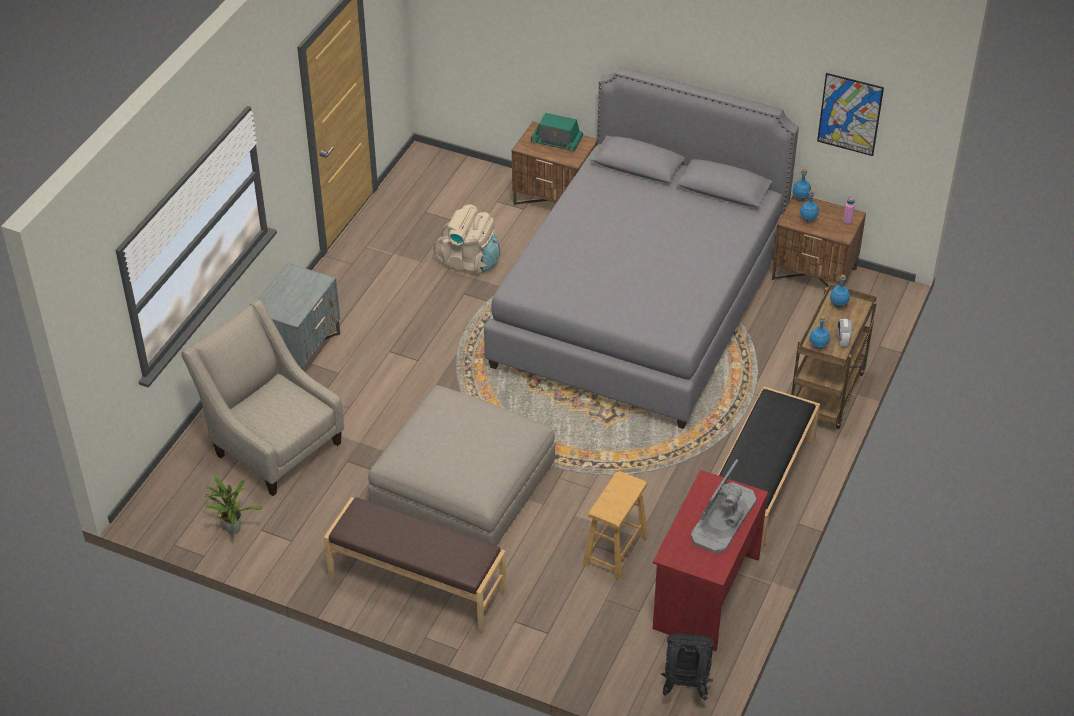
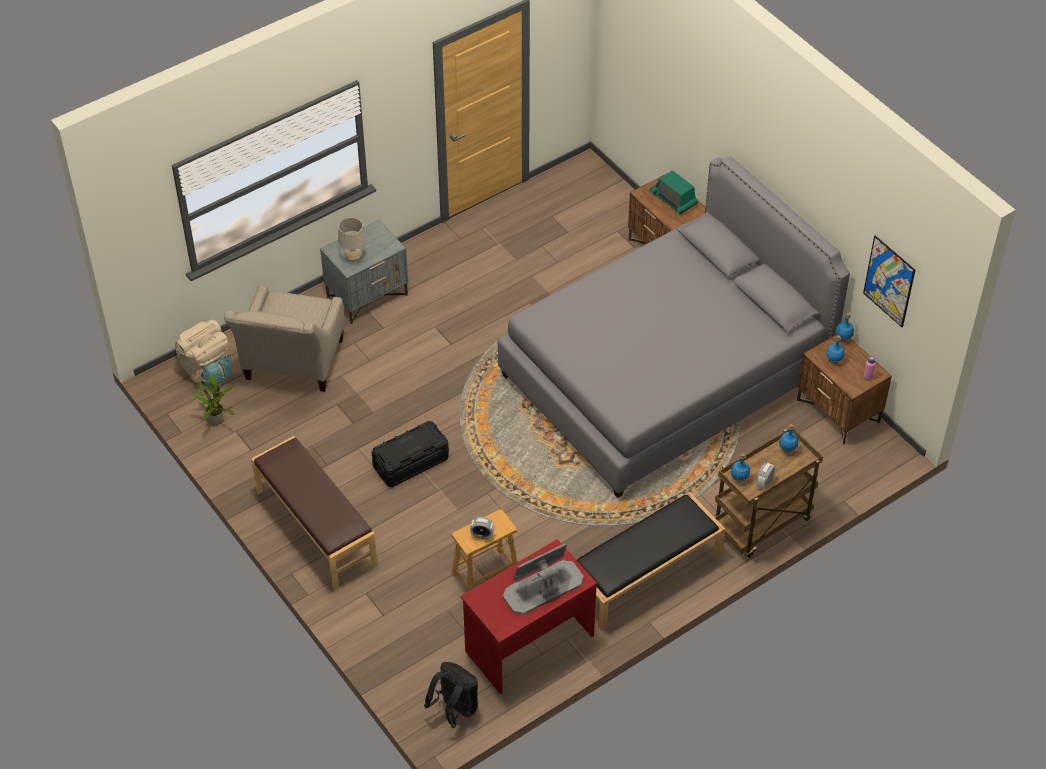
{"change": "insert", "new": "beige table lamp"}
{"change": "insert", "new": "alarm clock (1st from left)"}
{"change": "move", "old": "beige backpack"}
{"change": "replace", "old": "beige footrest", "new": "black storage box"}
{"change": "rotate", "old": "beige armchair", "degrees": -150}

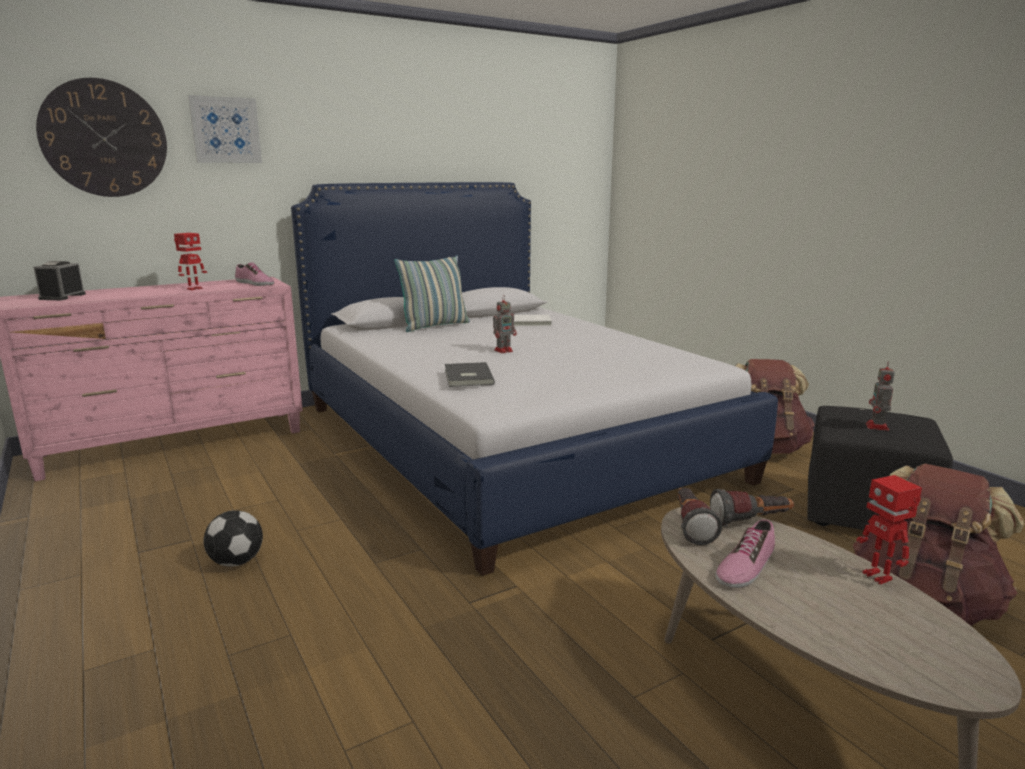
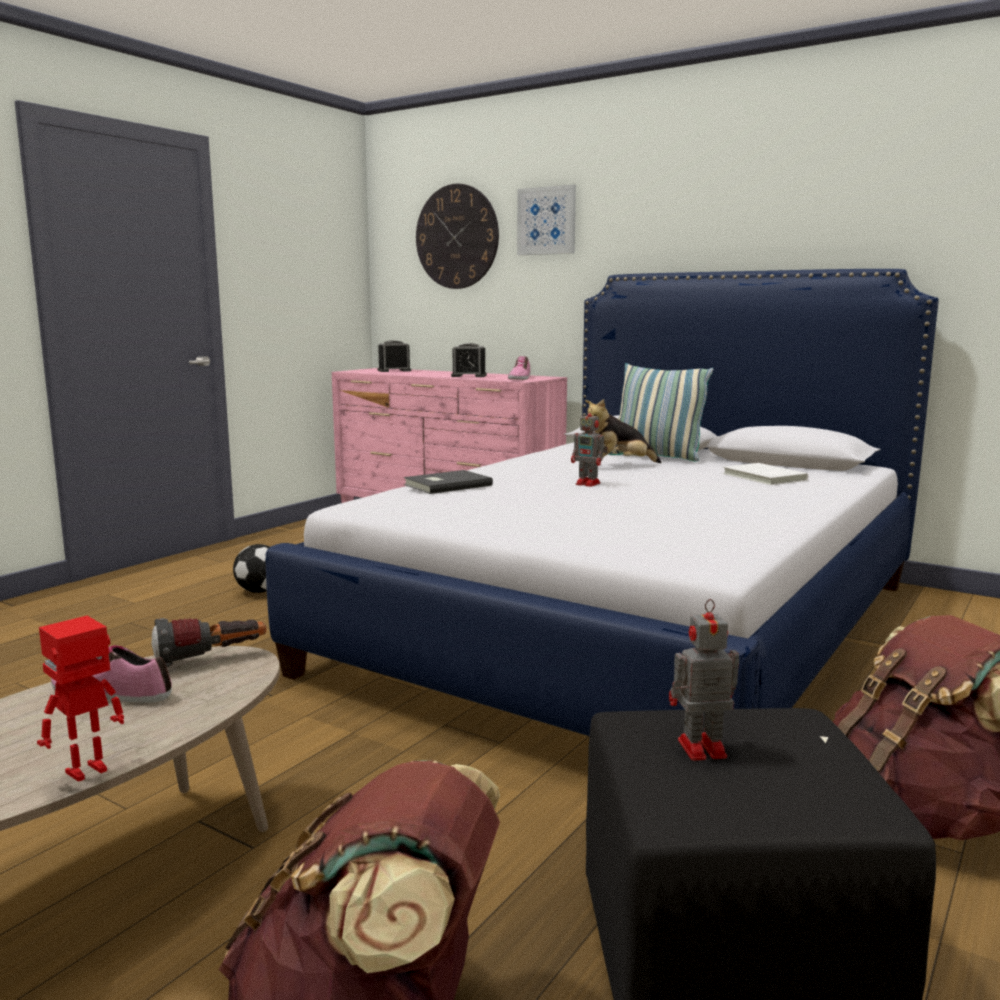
{"change": "delete", "old": "flashlight (2nd from left)"}
{"change": "insert", "new": "soft toy"}
{"change": "replace", "old": "toy robot (1st from left)", "new": "alarm clock (2nd from left)"}

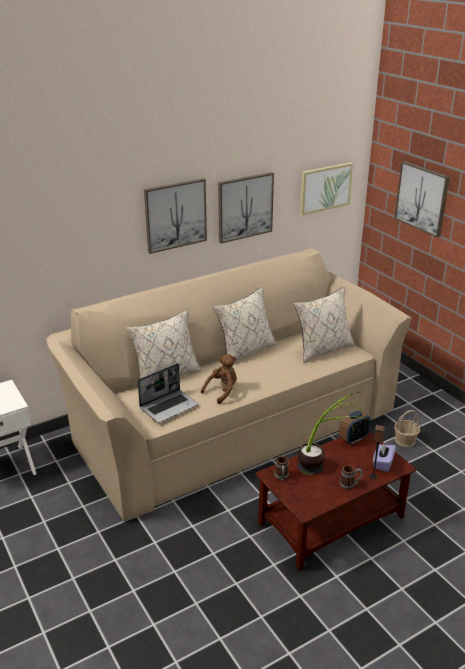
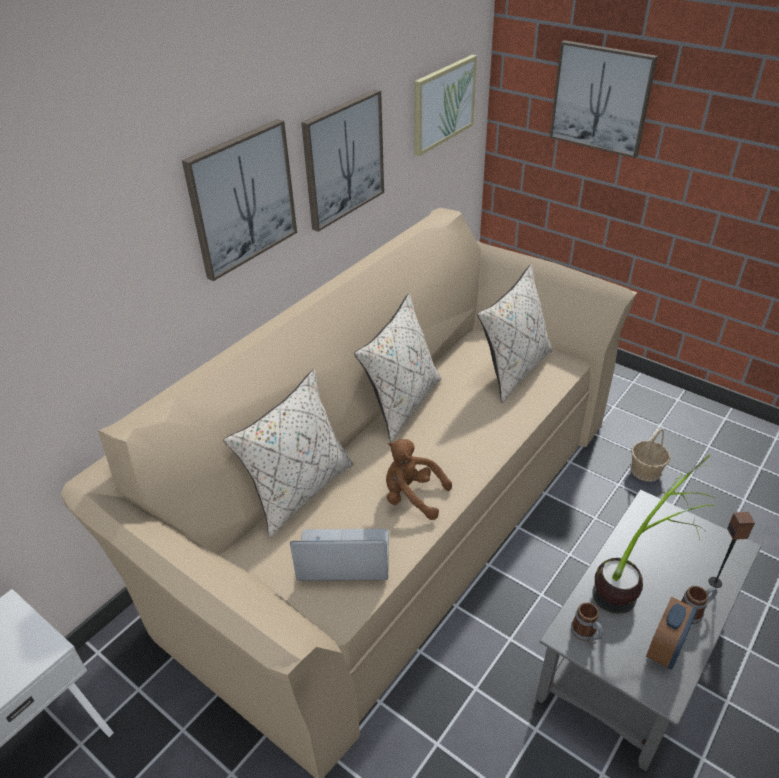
{"change": "delete", "old": "purple box of tissues"}
{"change": "move", "old": "alarm clock"}
{"change": "recolor", "old": "brownish coffee table", "new": "grey coffee table"}
{"change": "rotate", "old": "notebook computer", "degrees": -120}
{"change": "rotate", "old": "brownish soft toy", "degrees": -90}

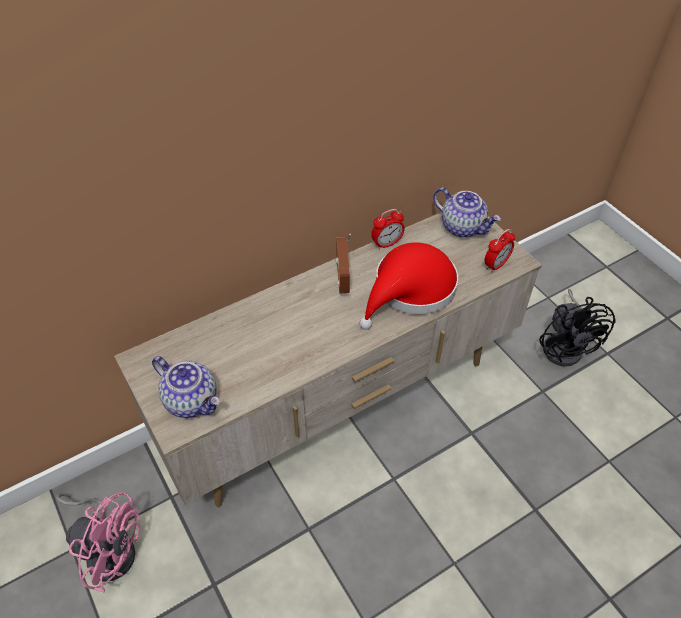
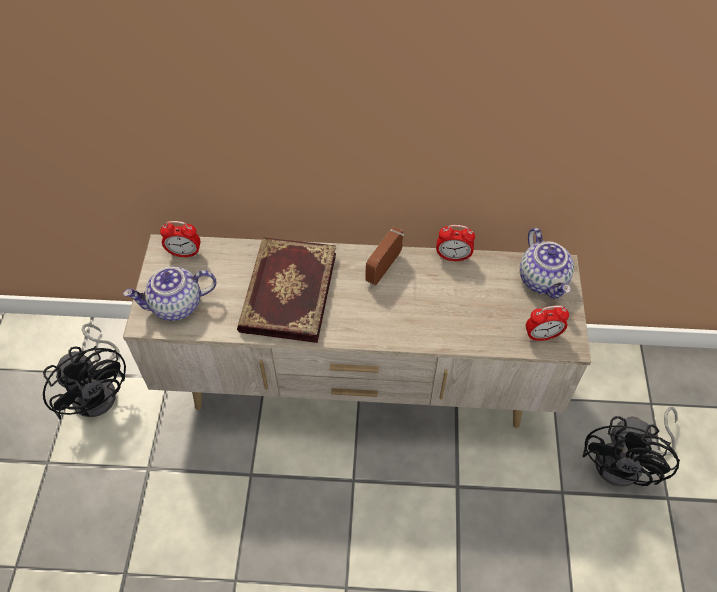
{"change": "delete", "old": "red clothing hat"}
{"change": "insert", "new": "alarm clock (1st from left)"}
{"change": "insert", "new": "bound book"}
{"change": "recolor", "old": "pink-coloured cooling fan", "new": "black cooling fan (1st from left)"}
{"change": "rotate", "old": "pot for tea (1st from left)", "degrees": 90}

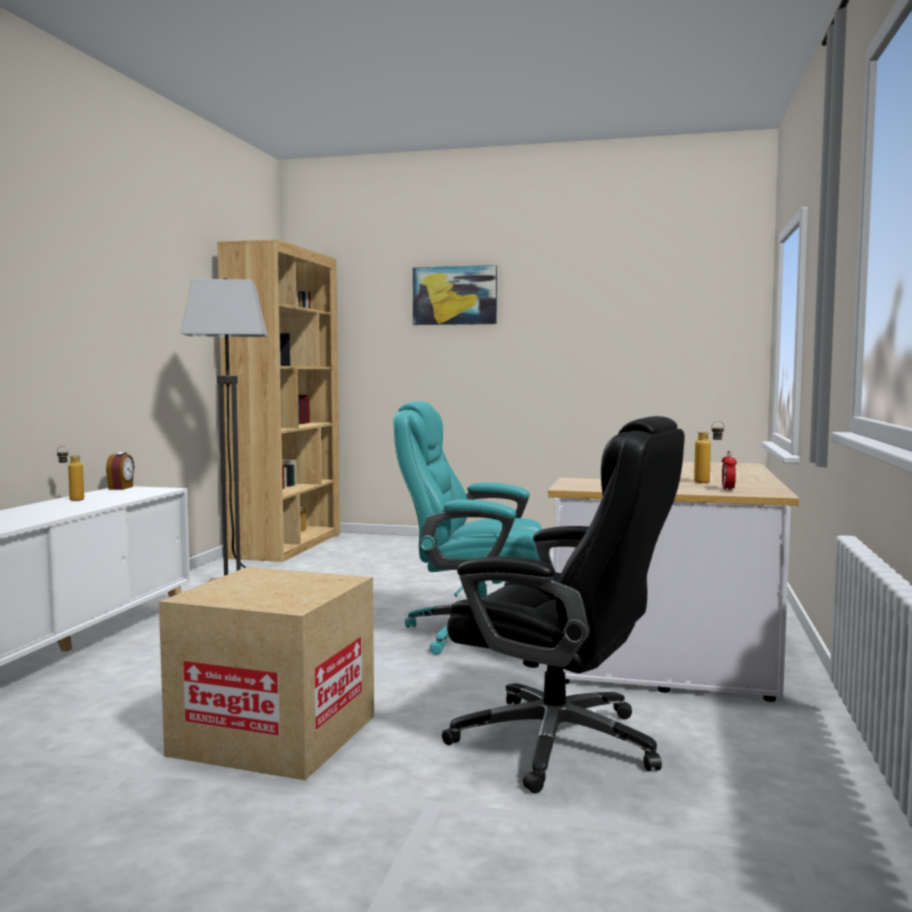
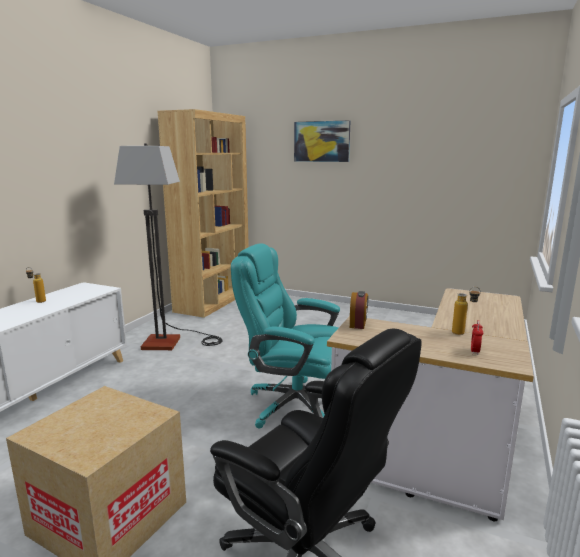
{"change": "move", "old": "alarm clock (1st from left)"}

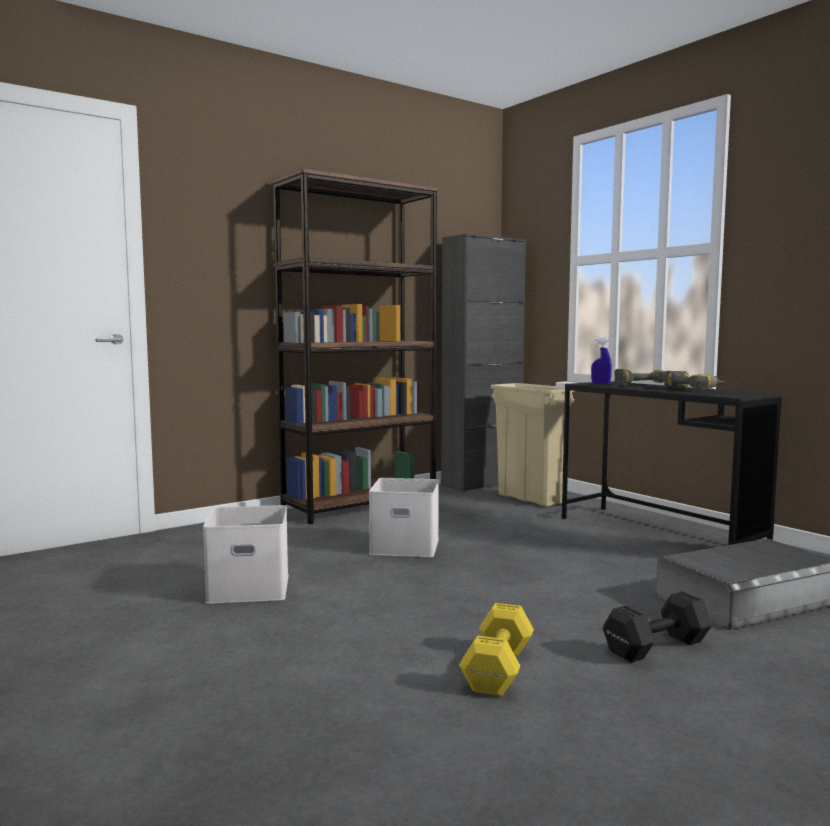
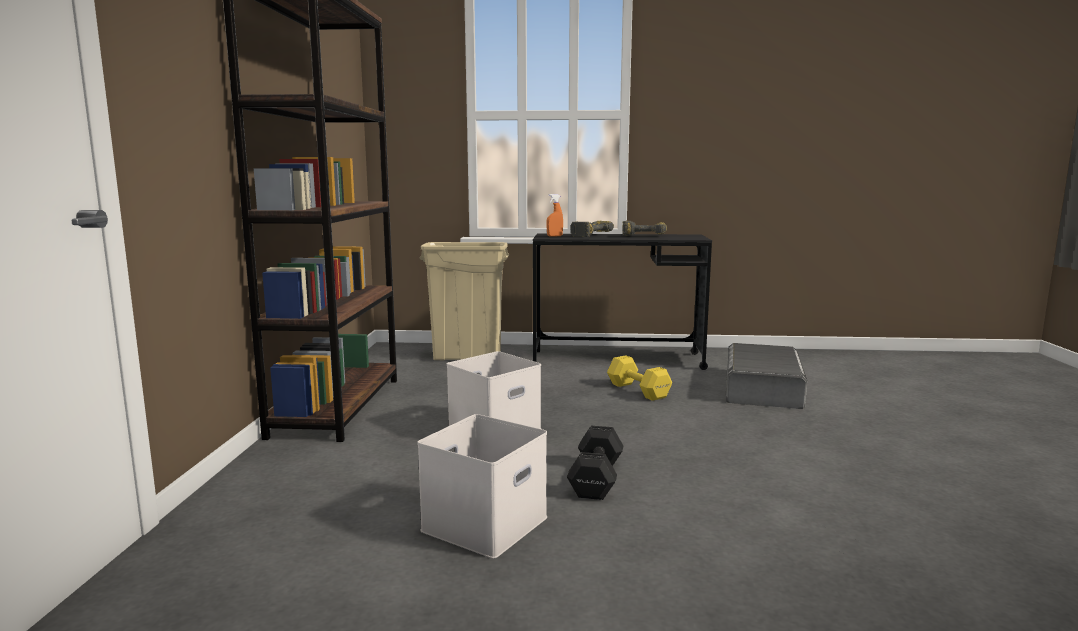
{"change": "delete", "old": "black cabinet"}
{"change": "move", "old": "yellowish free weight"}
{"change": "move", "old": "black free weight"}
{"change": "recolor", "old": "blue spray bottle", "new": "orange-coloured spray bottle"}

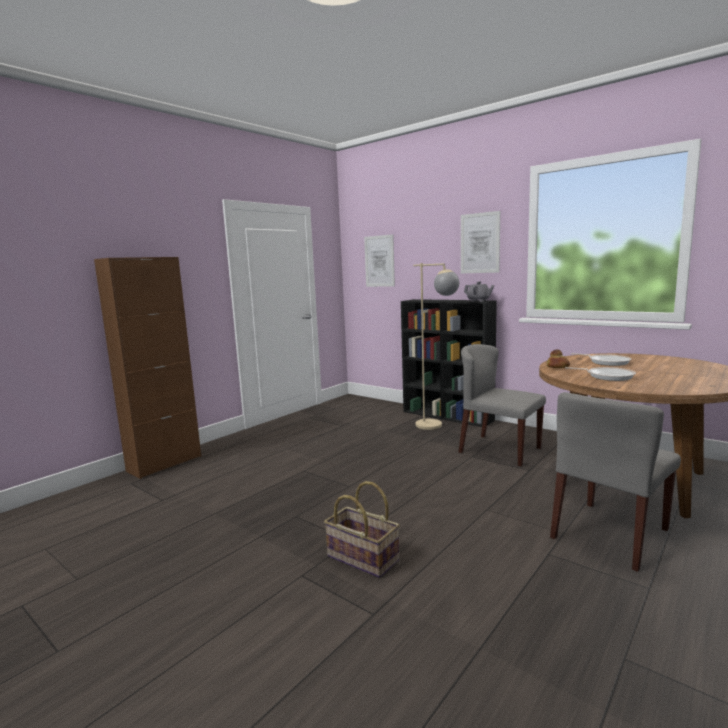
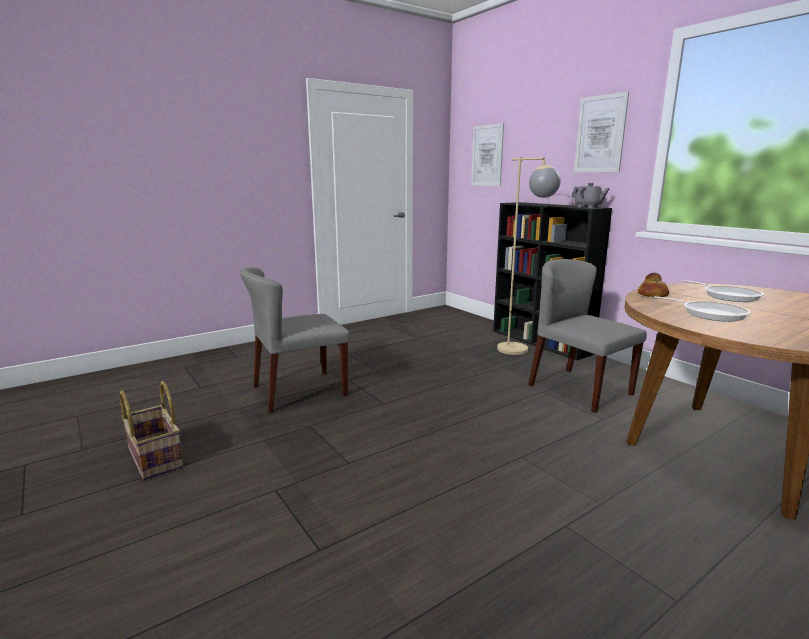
{"change": "delete", "old": "brownish cabinet"}
{"change": "move", "old": "storage basket"}
{"change": "move", "old": "grey plain chair (2nd from left in the first image)", "new": "grey plain chair (1st from left)"}

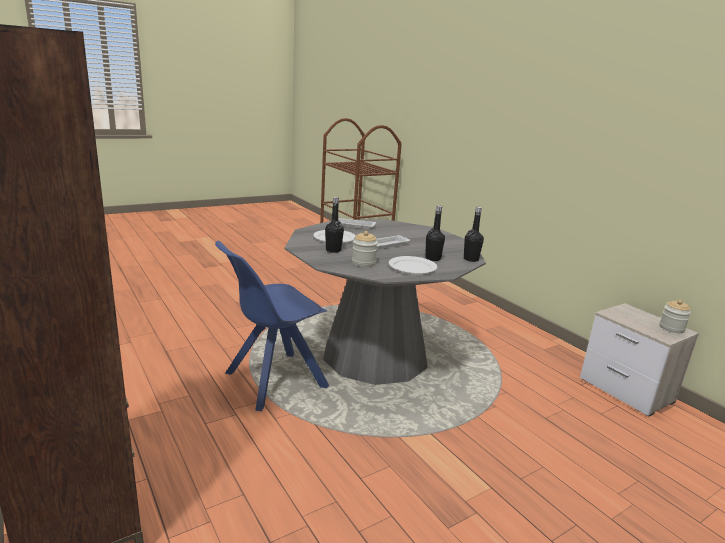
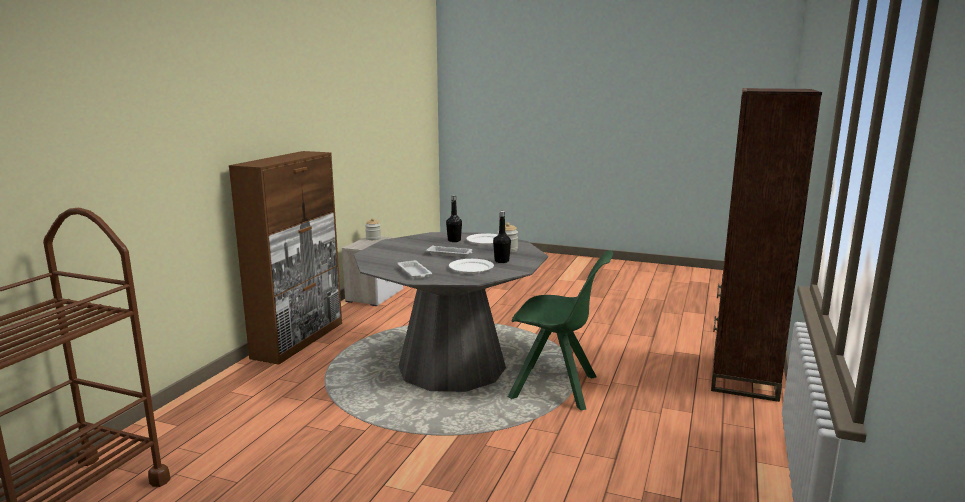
{"change": "delete", "old": "black drink bottle (3rd from left)"}
{"change": "insert", "new": "brownish cabinet"}
{"change": "recolor", "old": "blue plain chair", "new": "green plain chair"}

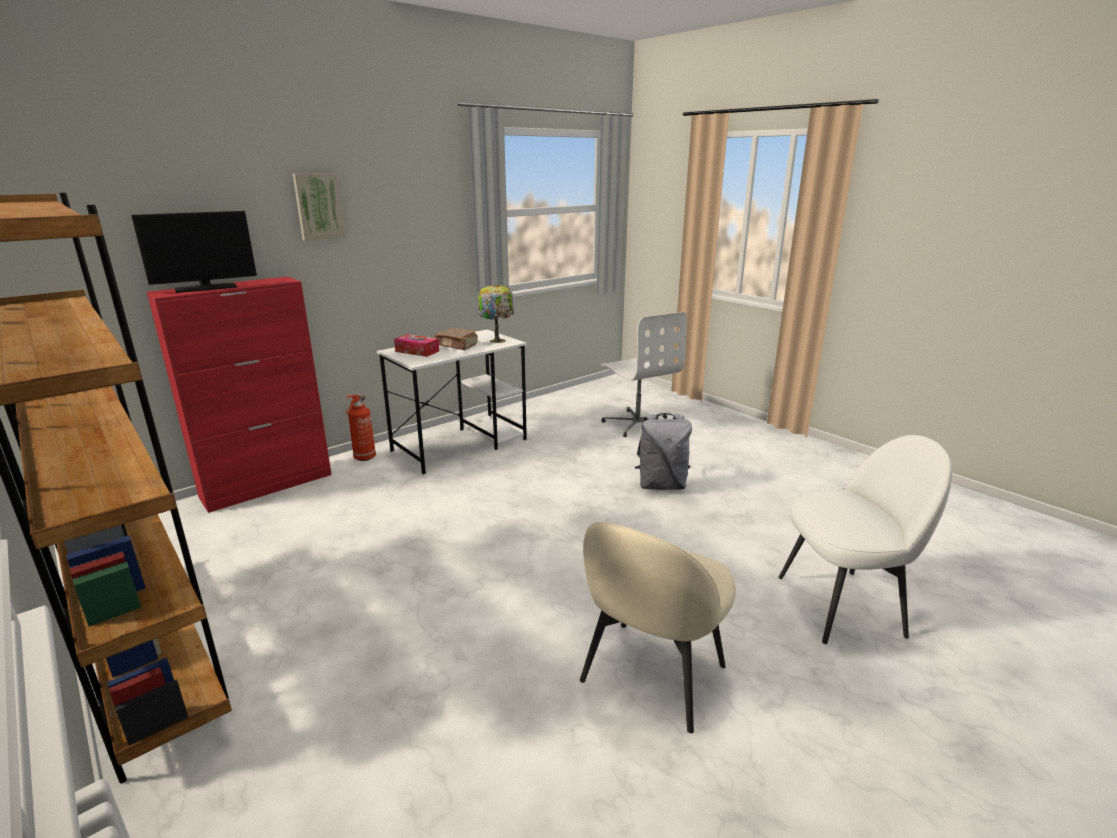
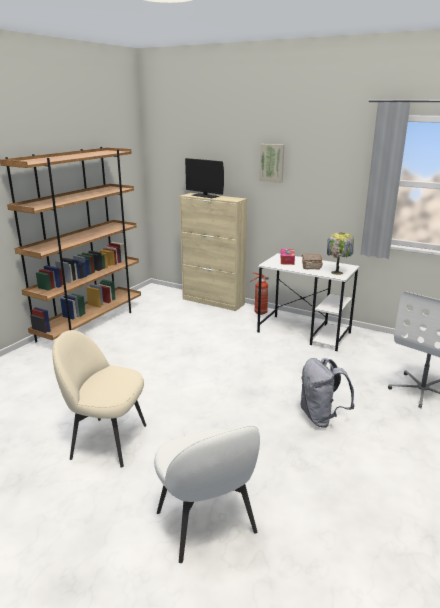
{"change": "recolor", "old": "red cabinet", "new": "beige cabinet"}

